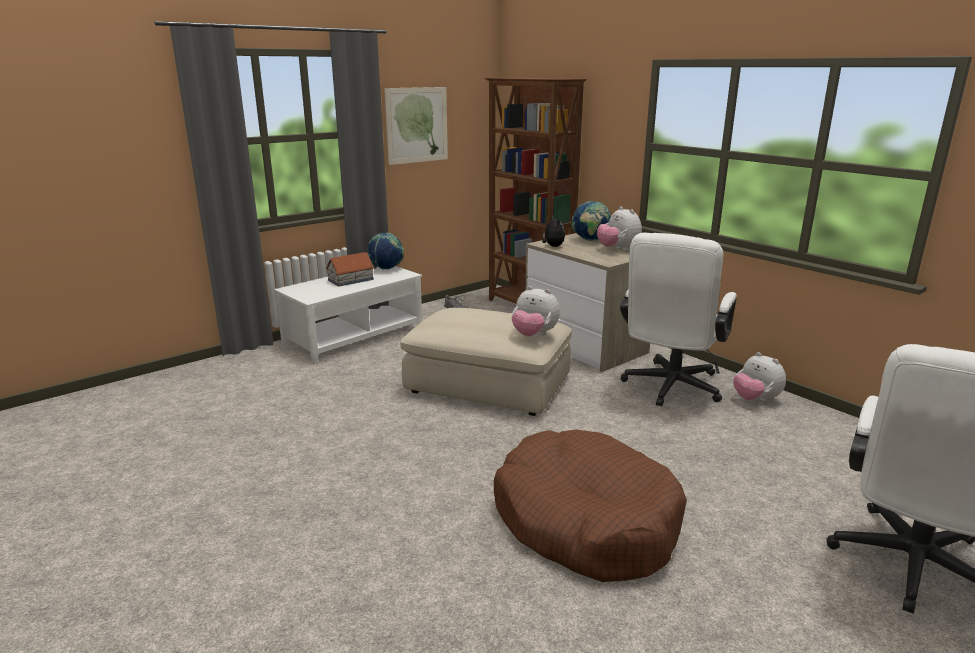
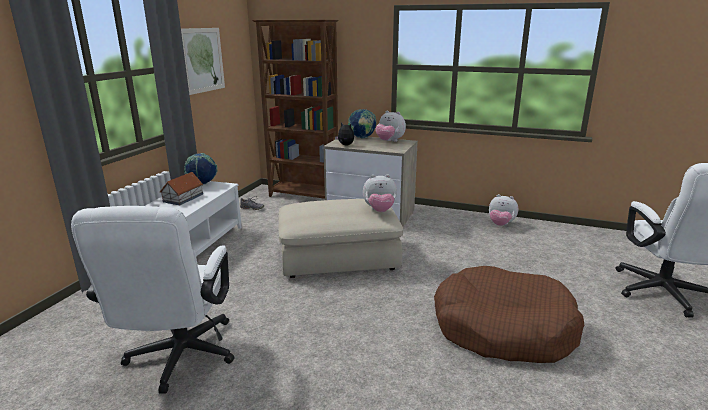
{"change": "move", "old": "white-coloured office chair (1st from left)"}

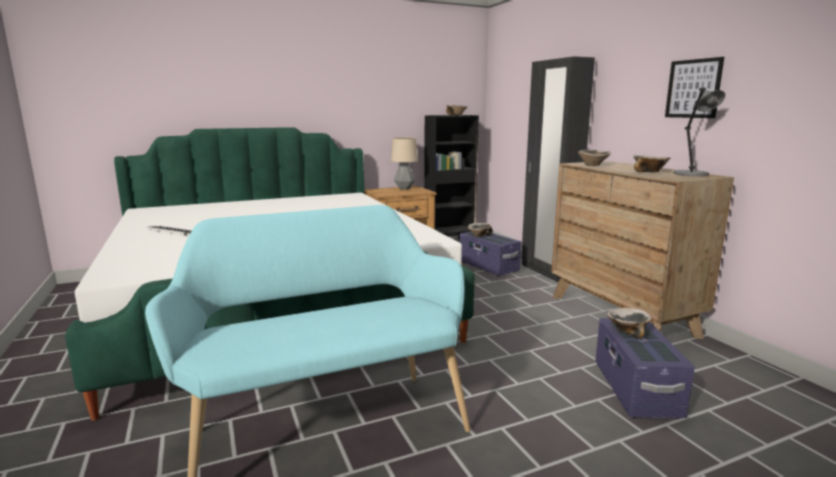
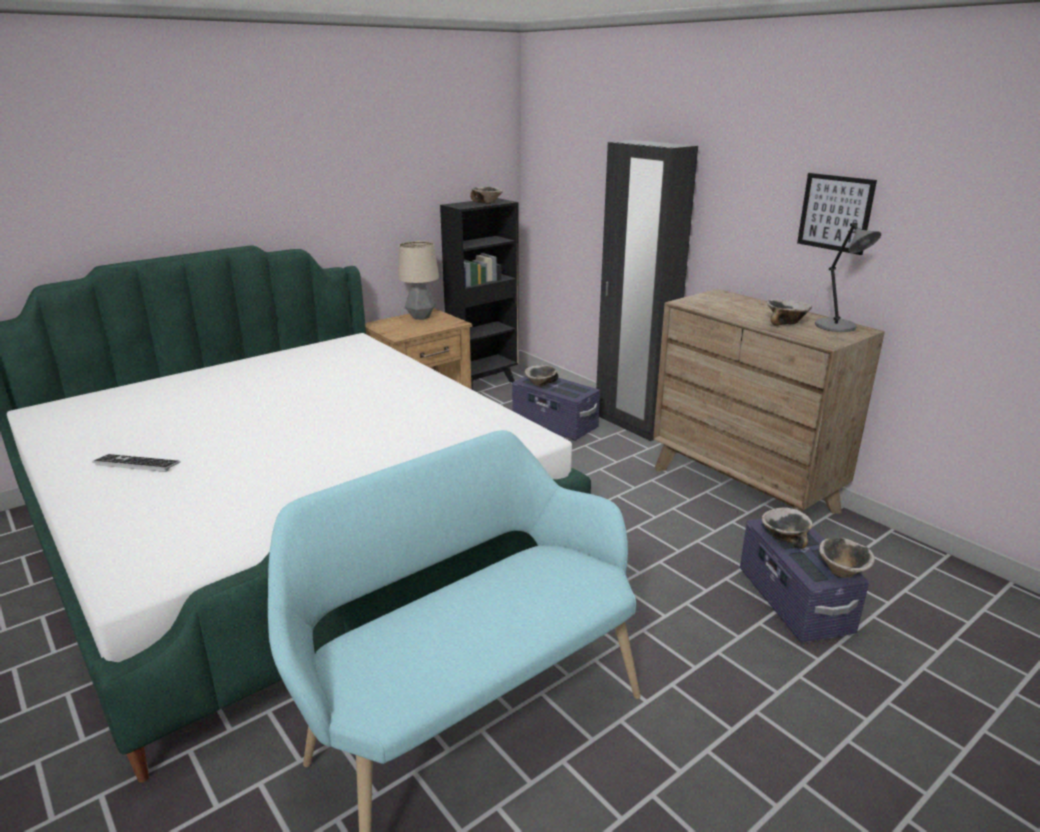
{"change": "move", "old": "bowl (3rd from left in the first image)", "new": "bowl (5th from left)"}

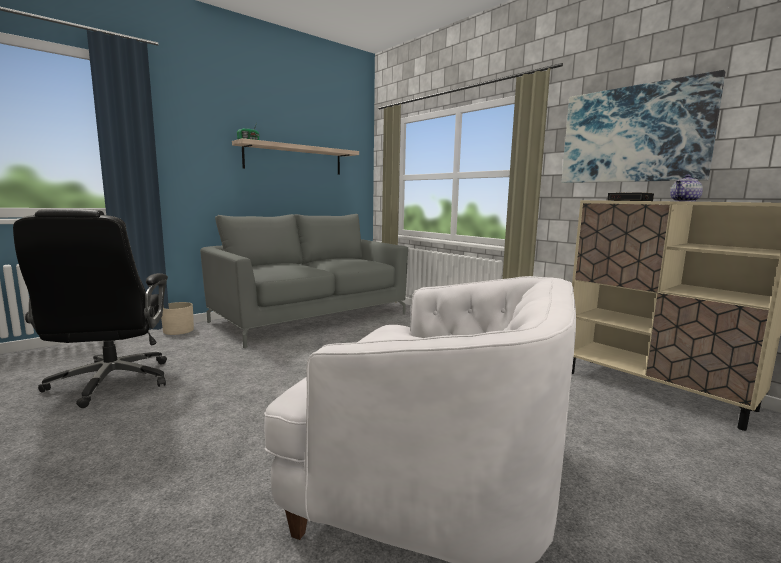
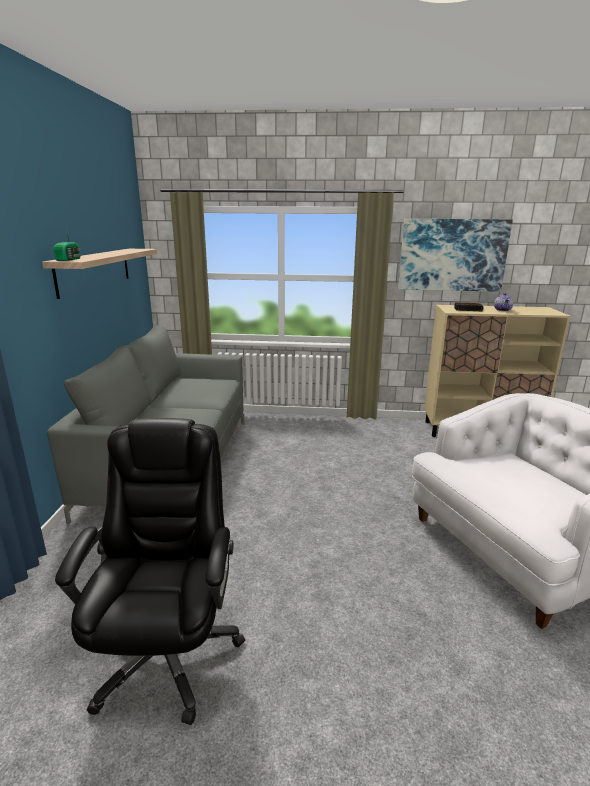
{"change": "delete", "old": "beige flower pot"}
{"change": "rotate", "old": "black office chair", "degrees": -120}

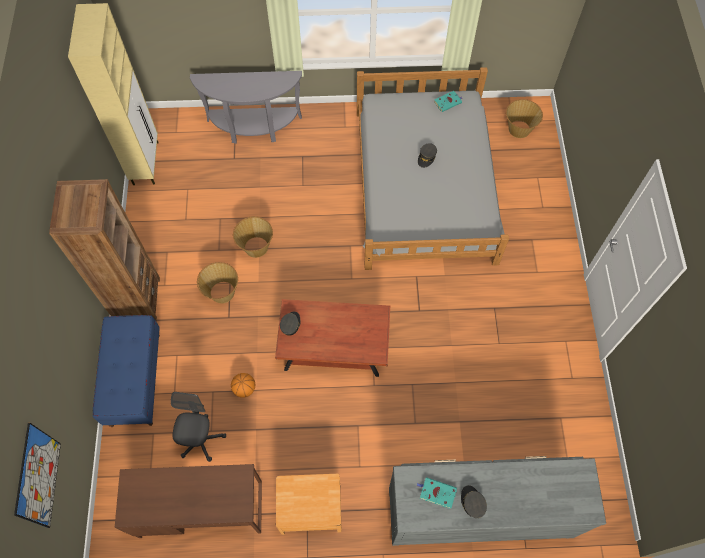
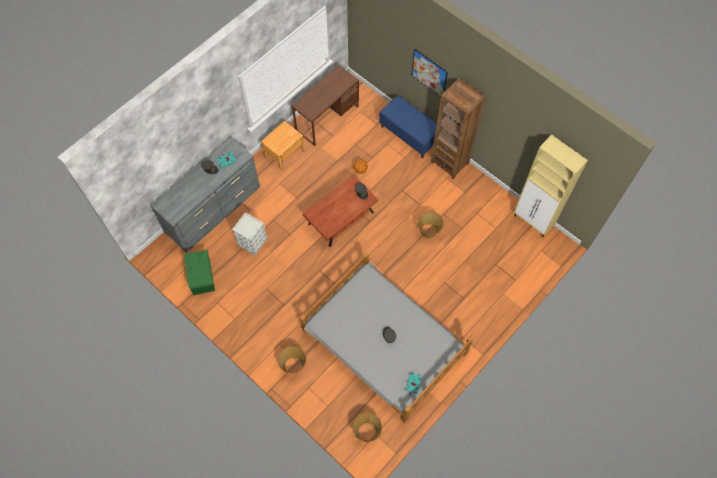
{"change": "delete", "old": "grey office chair"}
{"change": "delete", "old": "grey console table"}
{"change": "insert", "new": "green storage box"}
{"change": "insert", "new": "grey storage box"}
{"change": "move", "old": "picture"}
{"change": "move", "old": "storage basket (1st from left)"}

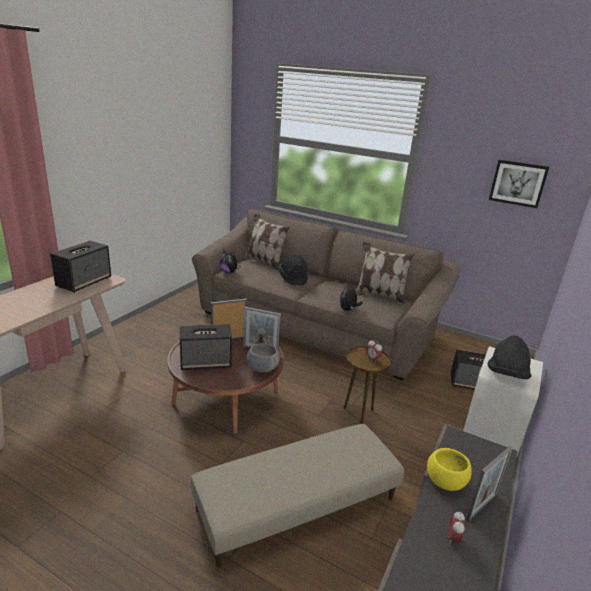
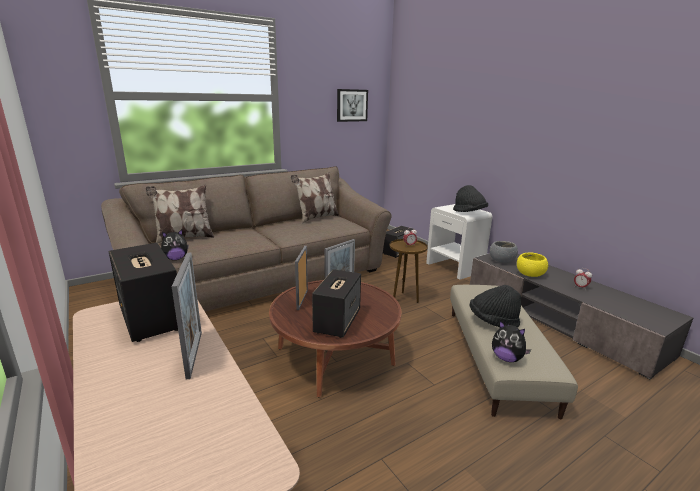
{"change": "move", "old": "grey bowl"}
{"change": "move", "old": "black clothing hat (1st from left in the first image)", "new": "black clothing hat (2nd from left)"}
{"change": "move", "old": "soft toy (2nd from left)"}
{"change": "move", "old": "picture frame (3rd from left in the first image)", "new": "picture frame (1st from left)"}

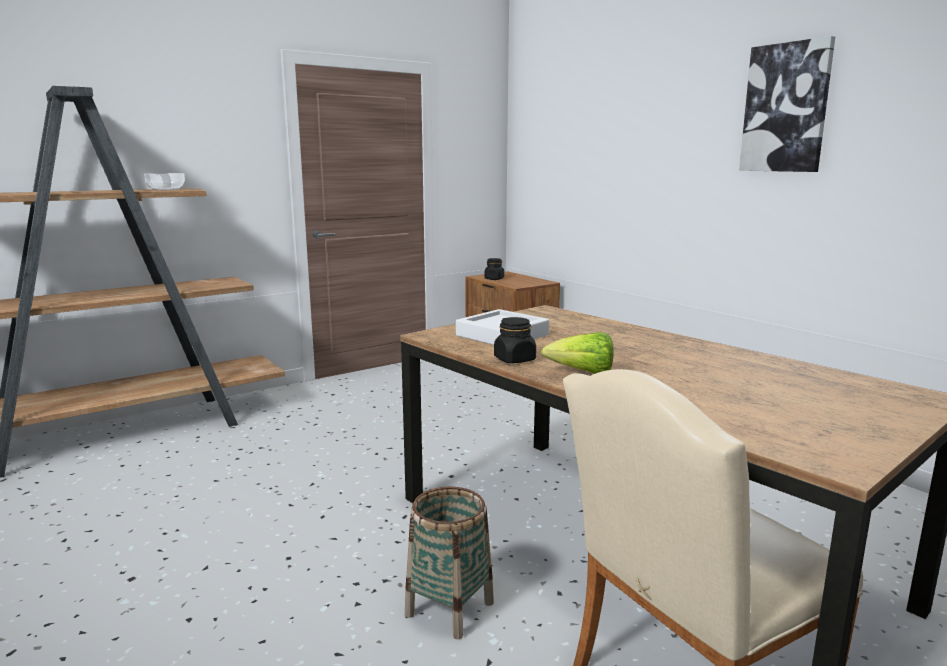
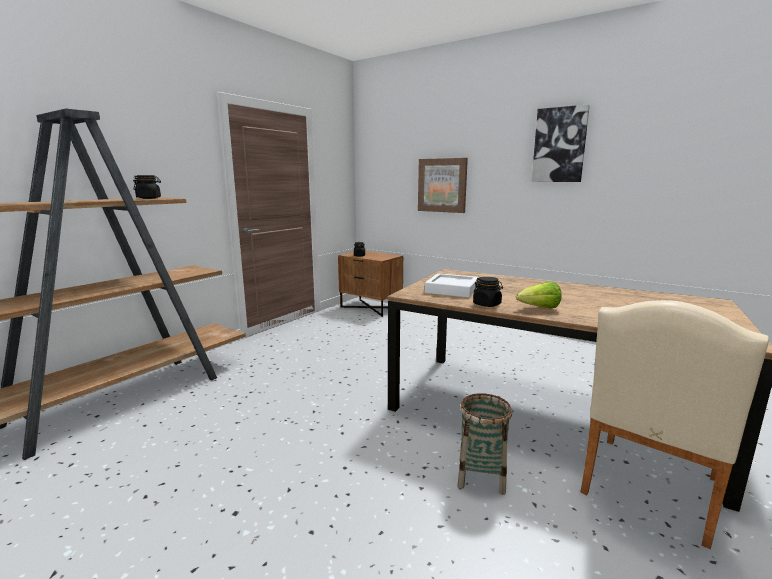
{"change": "insert", "new": "picture (1st from left)"}
{"change": "replace", "old": "bowl", "new": "black jar (1st from left)"}

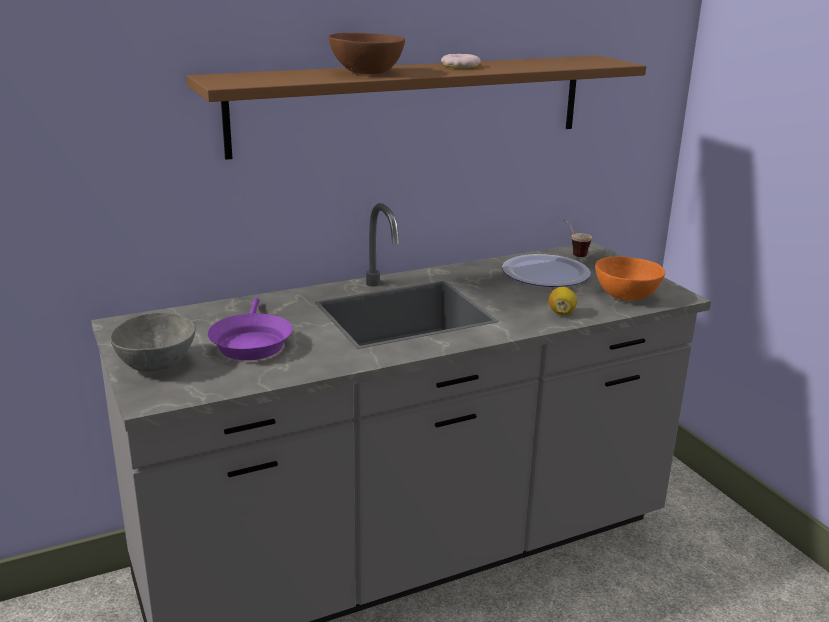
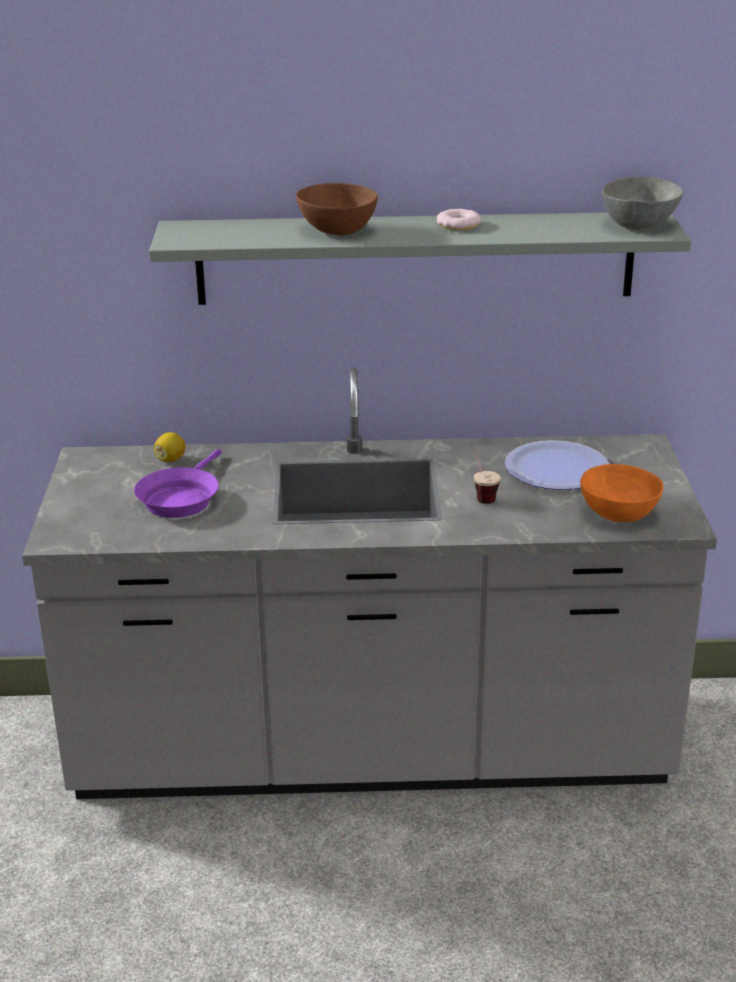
{"change": "move", "old": "grey bowl"}
{"change": "move", "old": "lemon"}
{"change": "move", "old": "cup"}
{"change": "recolor", "old": "brownish wall shelf", "new": "grey wall shelf"}

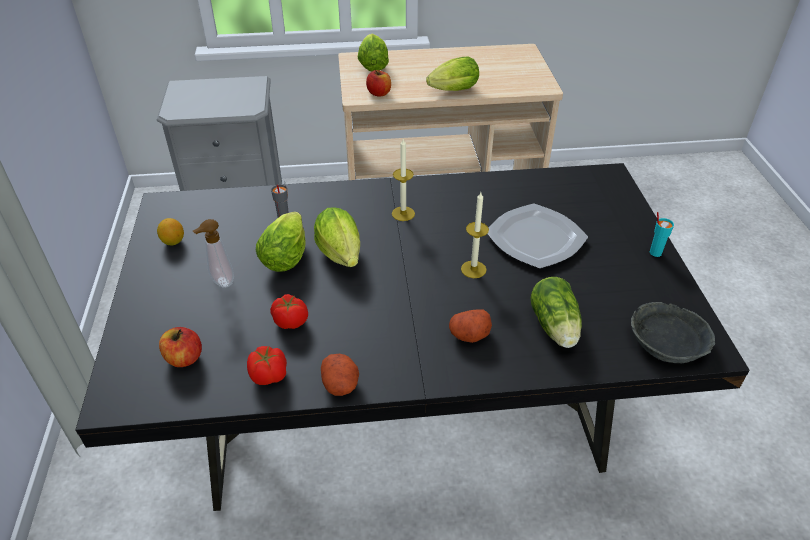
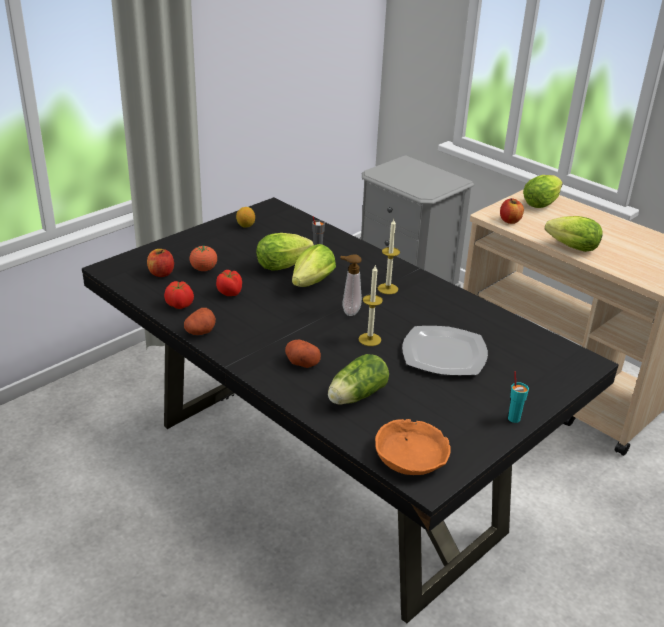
{"change": "insert", "new": "fresh tomato (2nd from left)"}
{"change": "move", "old": "soap bottle"}
{"change": "recolor", "old": "grey bowl", "new": "orange-coloured bowl"}

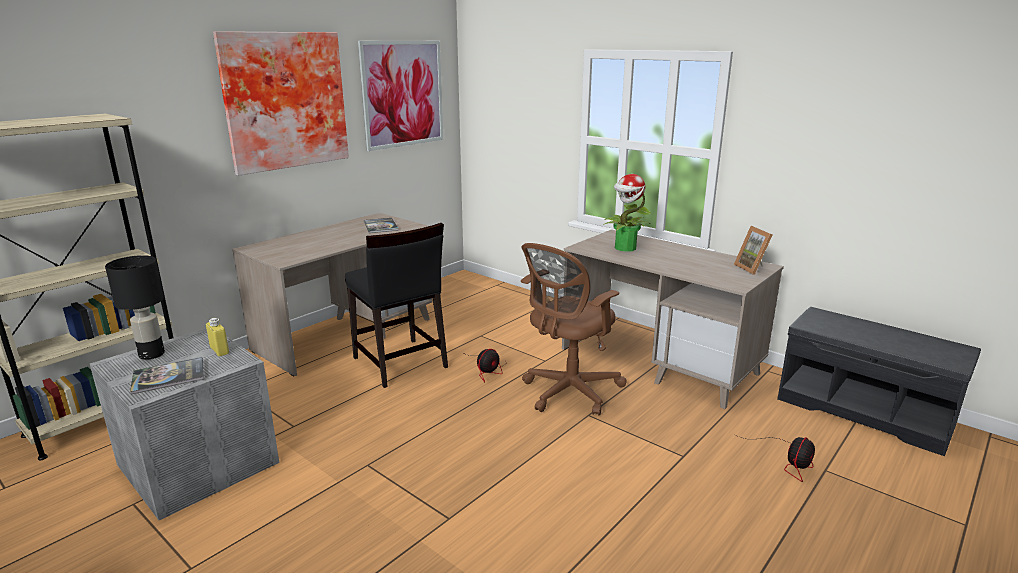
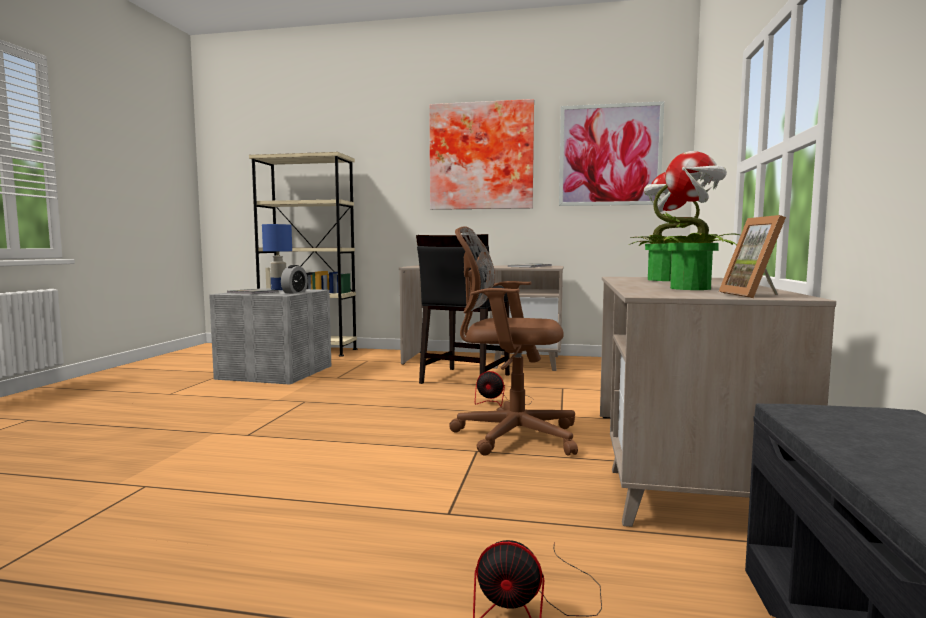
{"change": "insert", "new": "potted plant (2nd from left)"}
{"change": "replace", "old": "yellowish drink bottle", "new": "alarm clock"}
{"change": "recolor", "old": "black table lamp", "new": "blue table lamp"}
{"change": "rotate", "old": "picture frame", "degrees": -45}

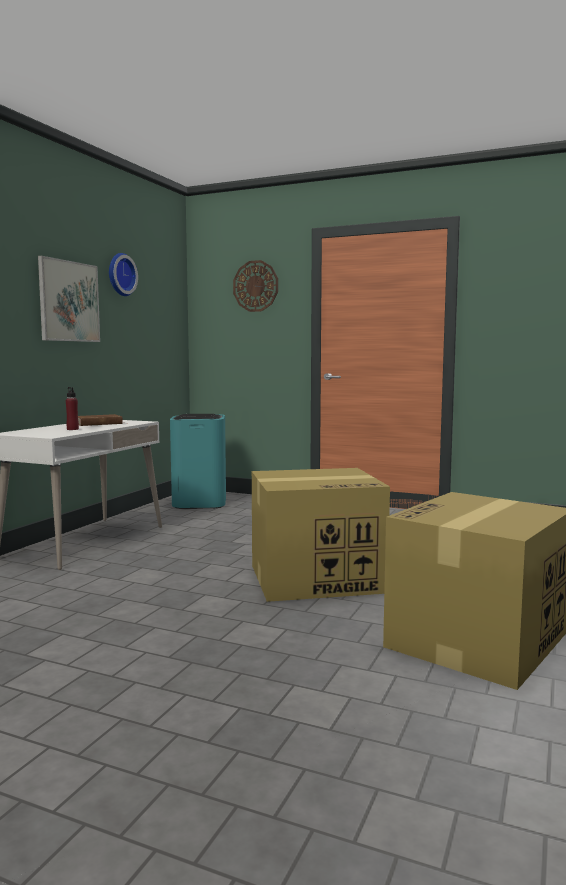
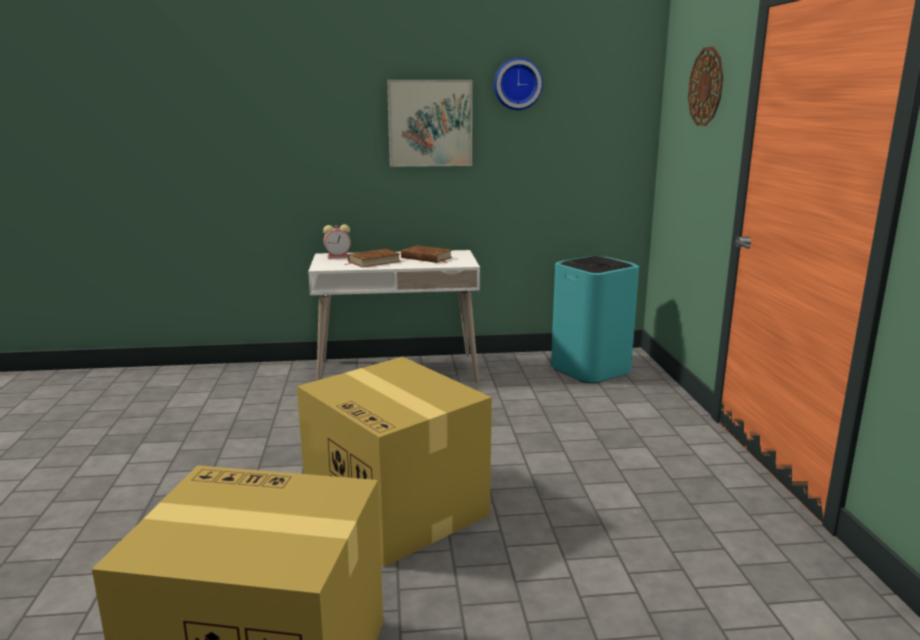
{"change": "insert", "new": "alarm clock"}
{"change": "replace", "old": "red drink bottle", "new": "brownish bound book (1st from left)"}

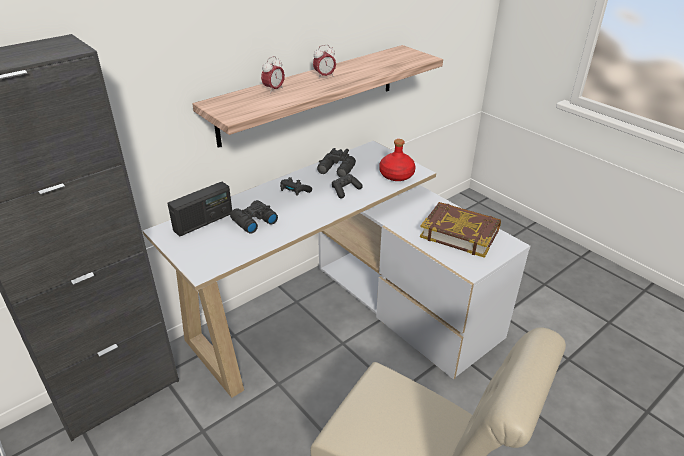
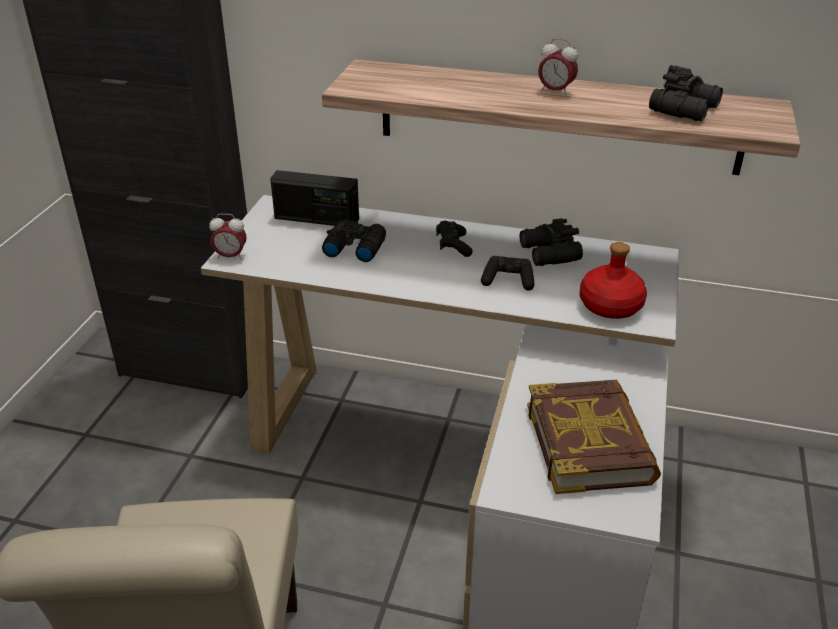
{"change": "insert", "new": "black pair of binoculars (3rd from left)"}
{"change": "move", "old": "alarm clock (1st from left)"}

